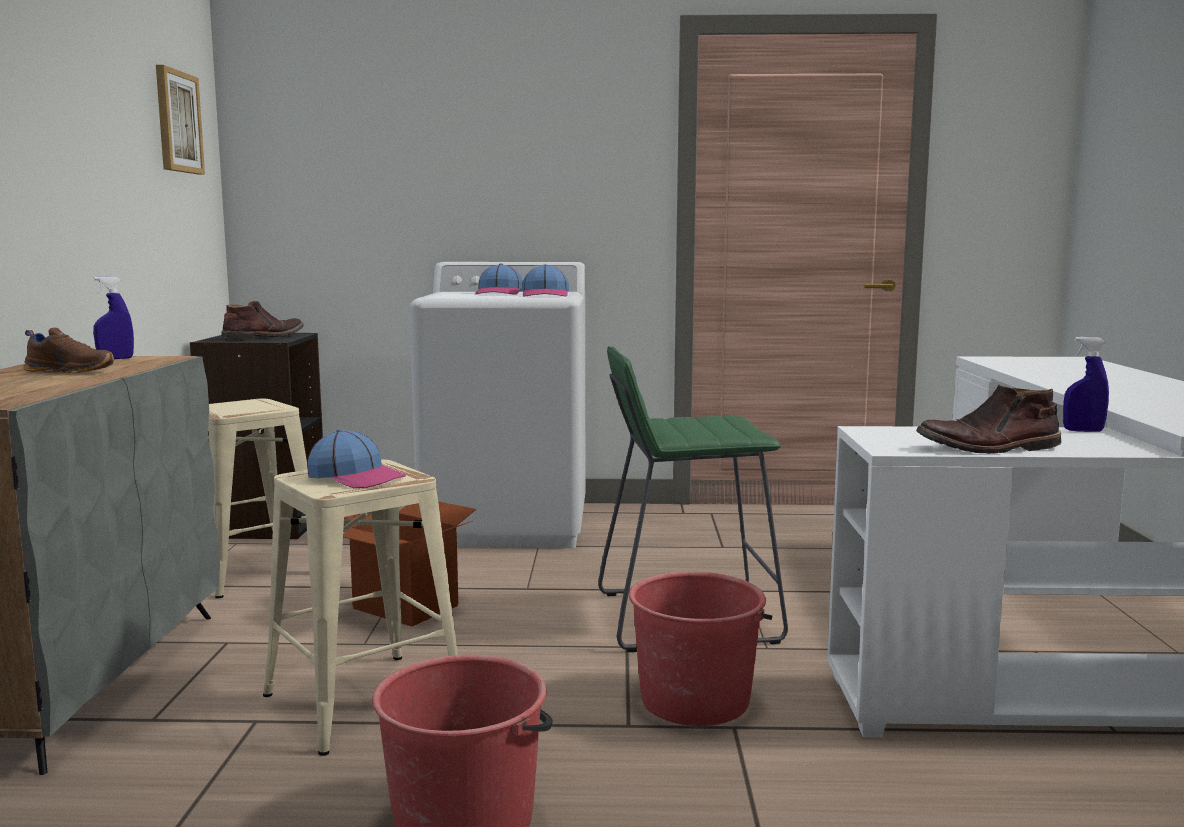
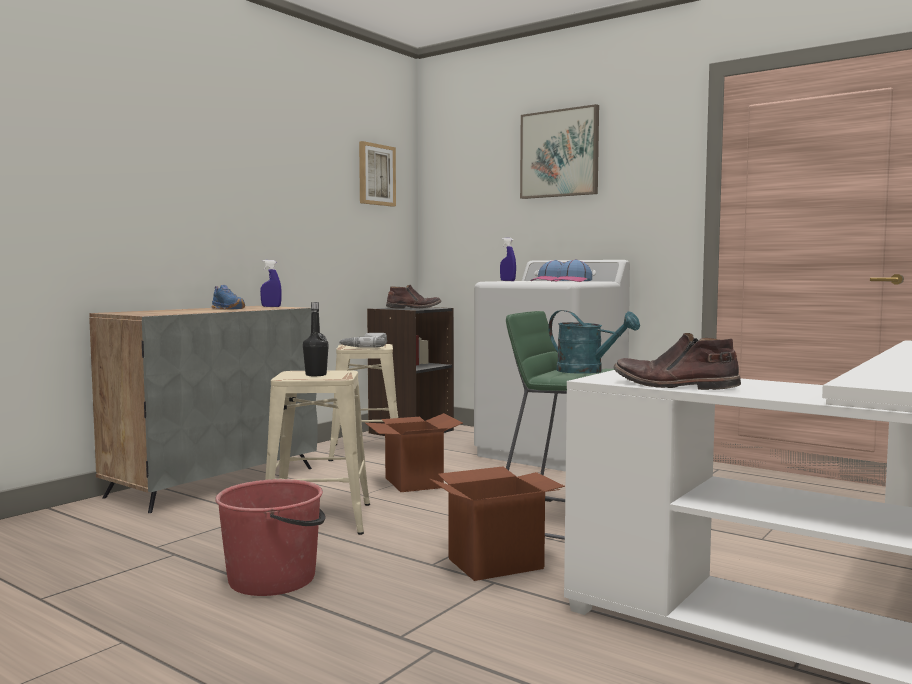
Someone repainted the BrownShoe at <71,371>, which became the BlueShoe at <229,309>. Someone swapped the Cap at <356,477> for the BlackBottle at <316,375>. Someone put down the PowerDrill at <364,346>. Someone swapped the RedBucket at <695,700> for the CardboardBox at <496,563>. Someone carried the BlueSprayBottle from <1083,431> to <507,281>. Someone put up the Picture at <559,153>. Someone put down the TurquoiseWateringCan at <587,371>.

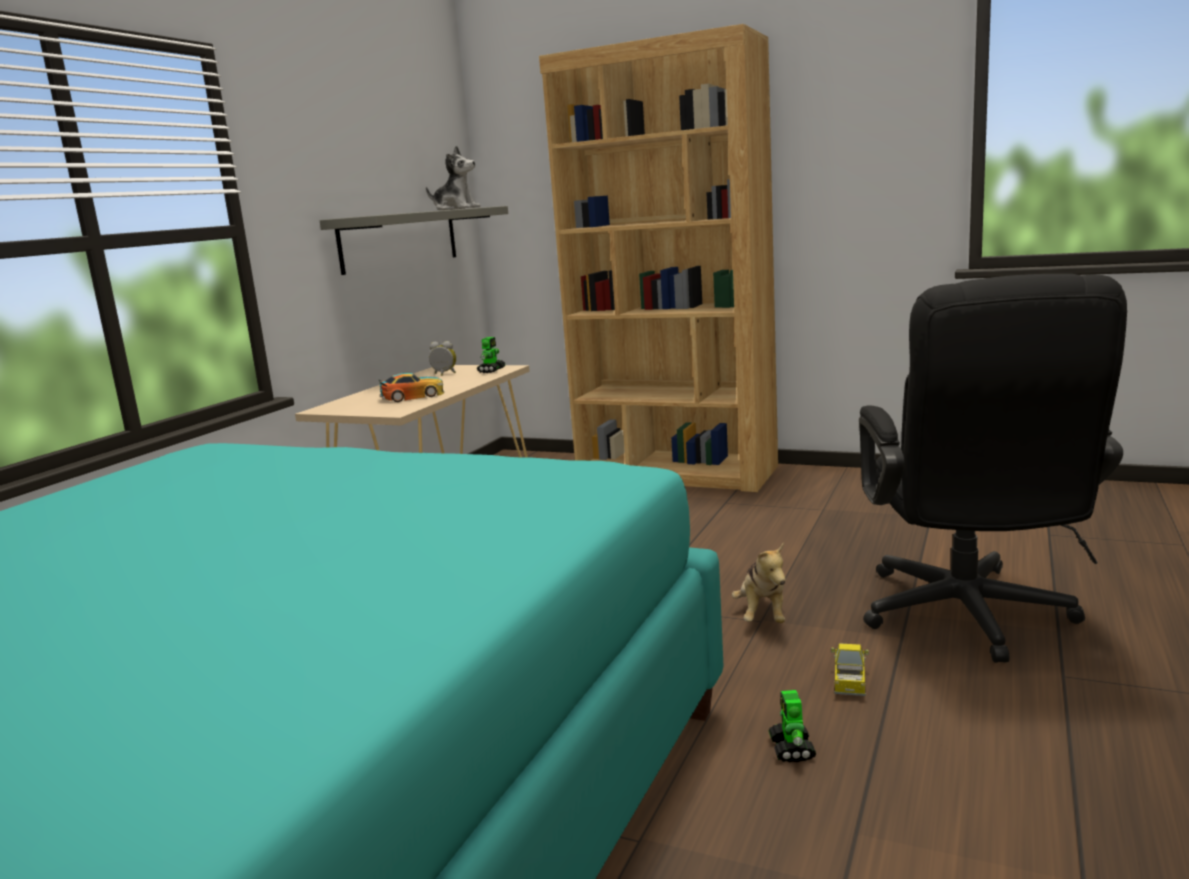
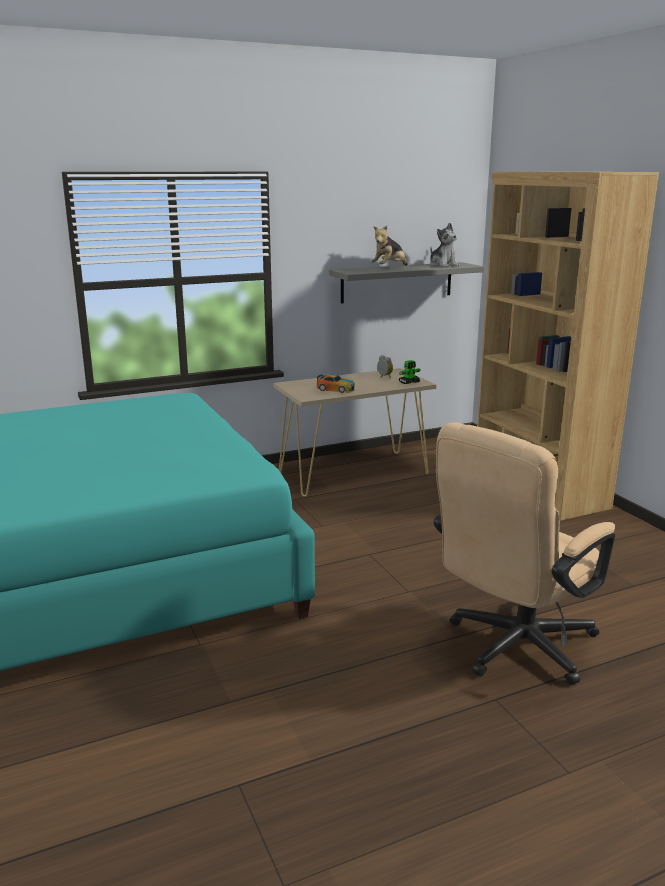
Someone carried the PlushToy from <763,615> to <389,268>. Someone repainted the BlackOfficeChair at <969,620>, which became the BeigeOfficeChair at <513,648>. Someone took away the ToyRobot at <792,749>. Someone took away the ToyTruck at <849,681>.

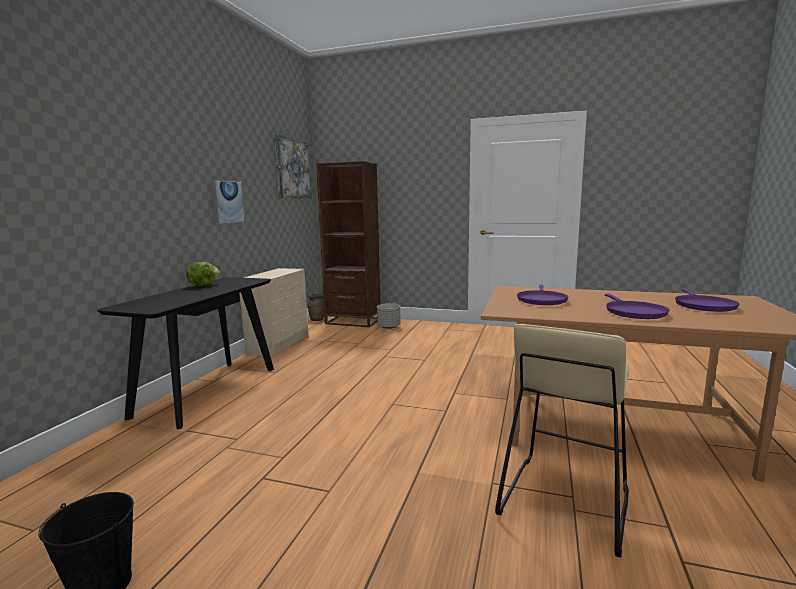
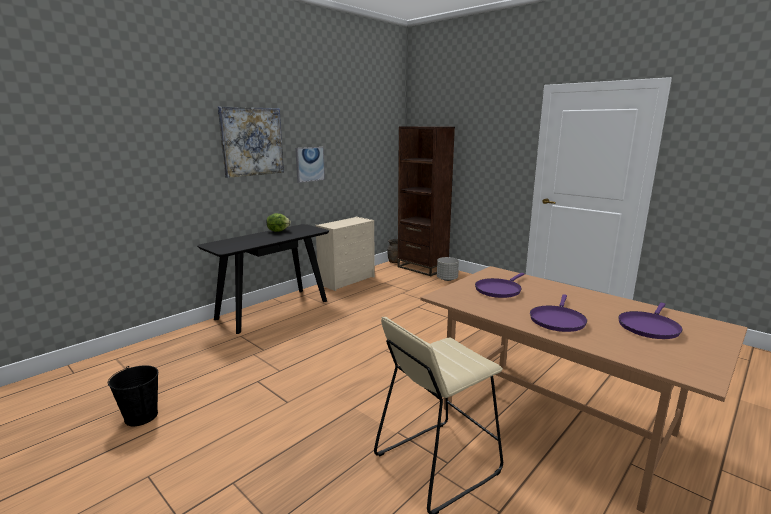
Someone carried the Picture from <292,168> to <252,141>.

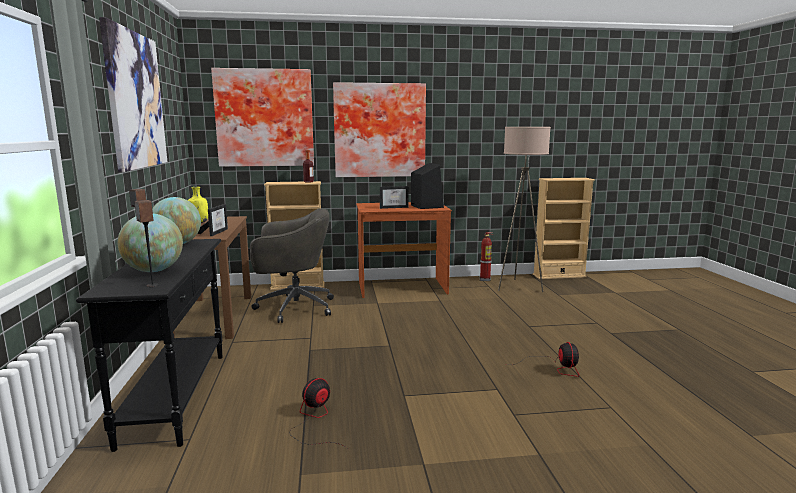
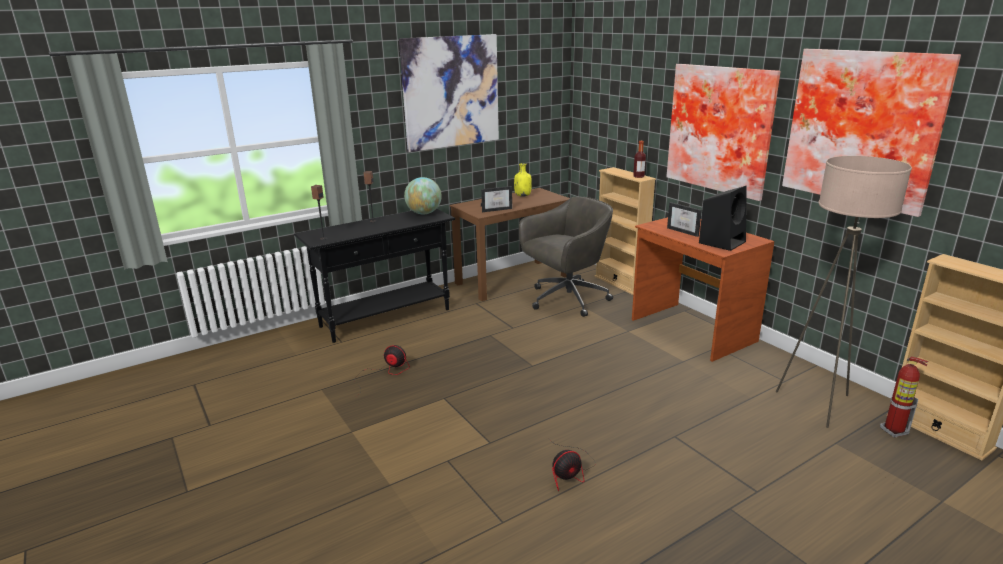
Someone rotated the GreyOfficeChair at <293,308> by 90 degrees counterclockwise. Someone carried the Picture from <265,118> to <864,128>. Someone carried the FireExtinguisher from <485,279> to <894,431>. Someone took away the Globe at <154,271>.

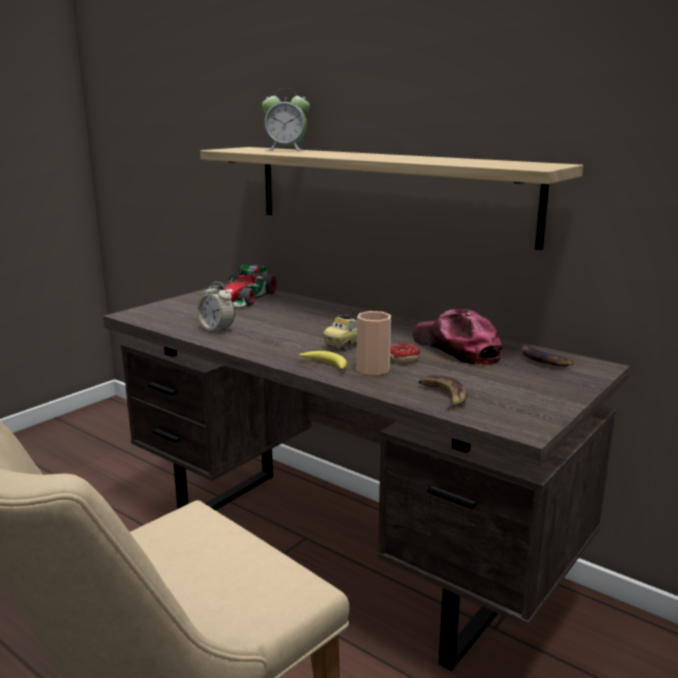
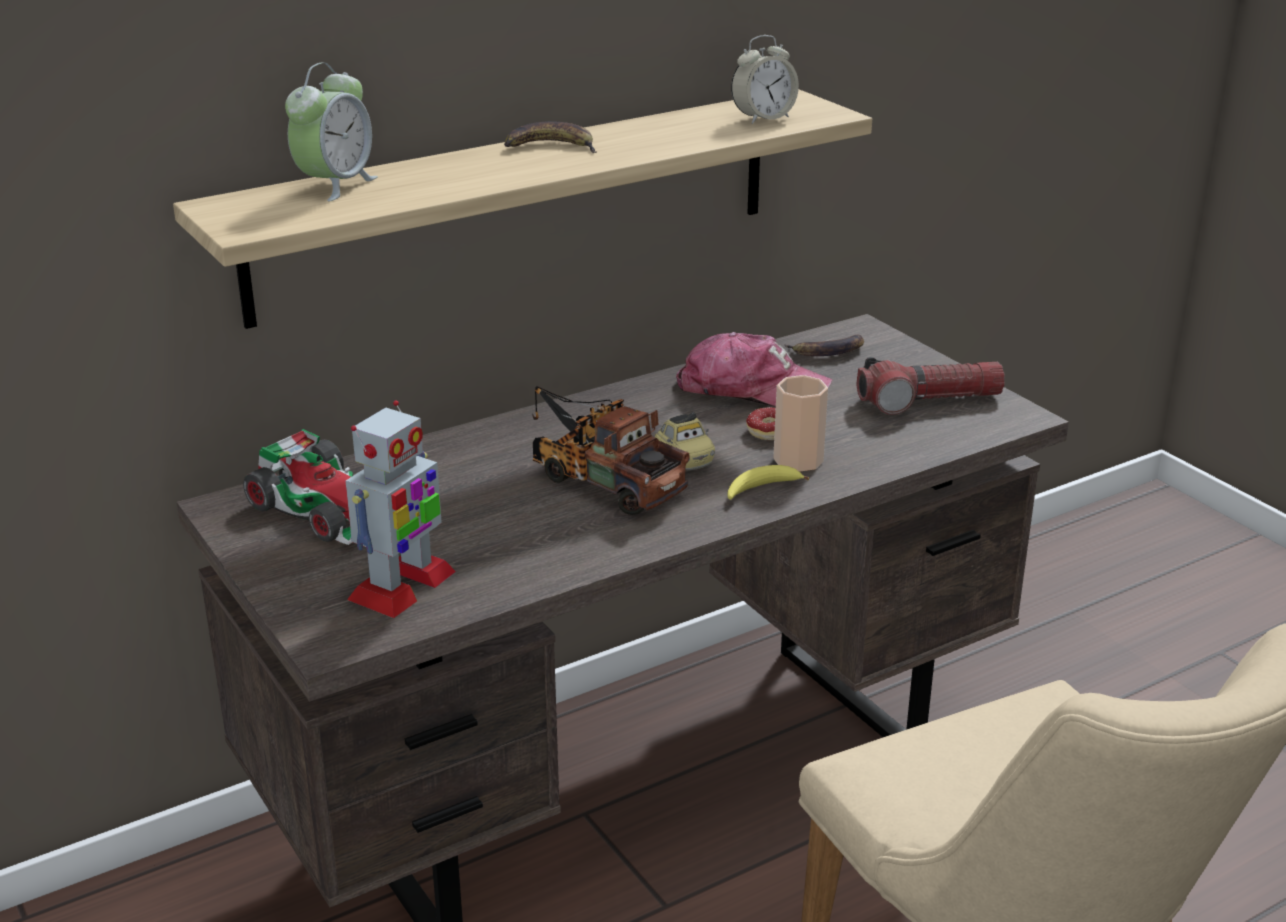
Someone put down the ToyRobot at <402,587>. Someone carried the Banana from <443,396> to <550,147>. Someone put down the ToyTruck at <601,480>. Someone rotated the Cap at <456,349> by 150 degrees counterclockwise. Someone carried the AlarmClock from <216,329> to <763,118>. Someone put down the Flashlight at <929,401>.

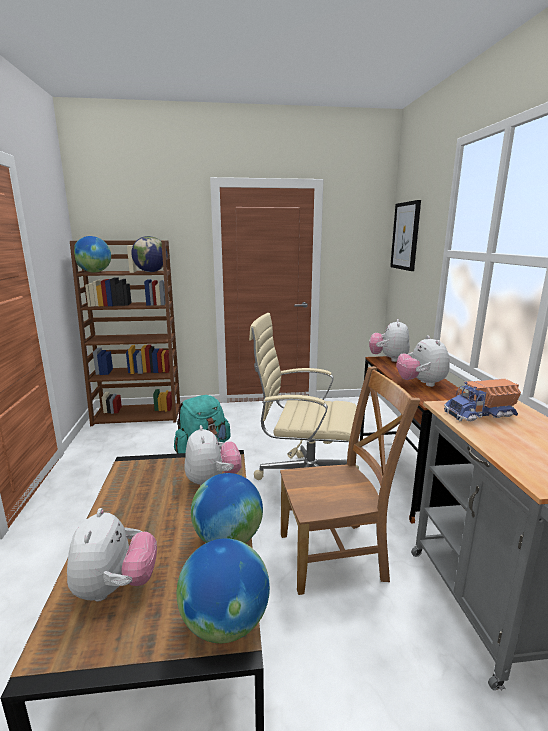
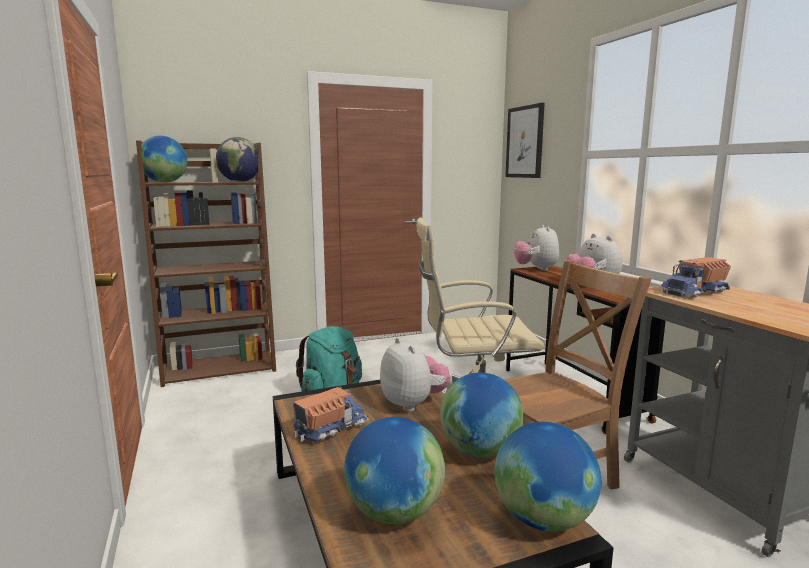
Someone put down the ToyTruck at <330,428>. Someone swapped the PlushToy at <115,588> for the Globe at <394,512>.

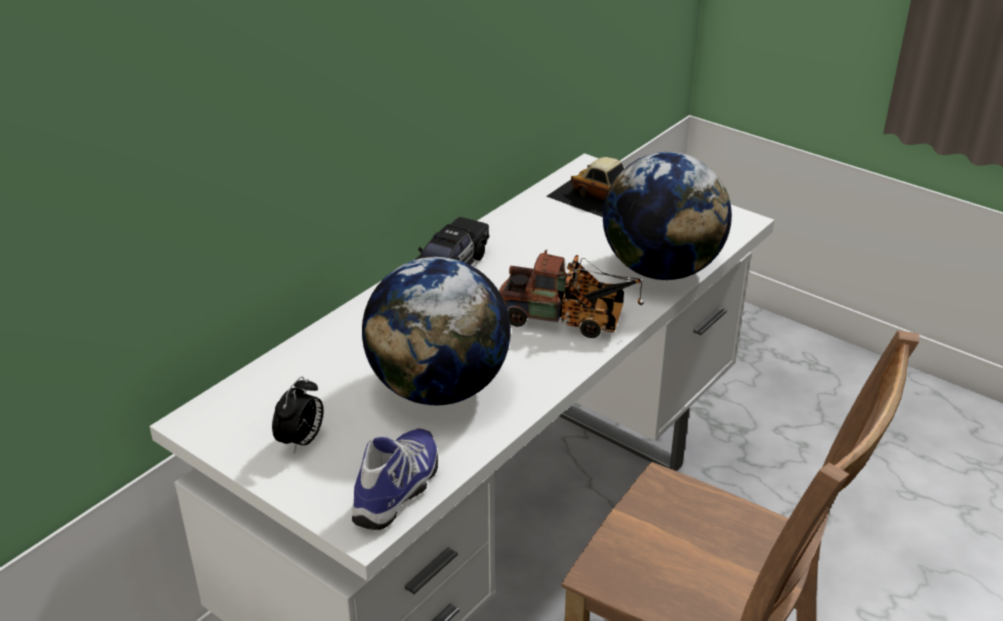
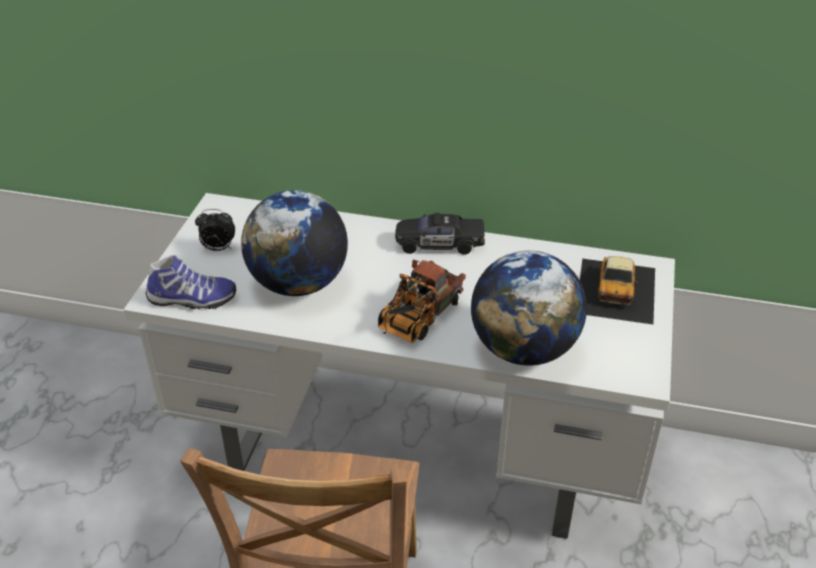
Someone rotated the ToyTruck at <569,319> by 45 degrees clockwise.

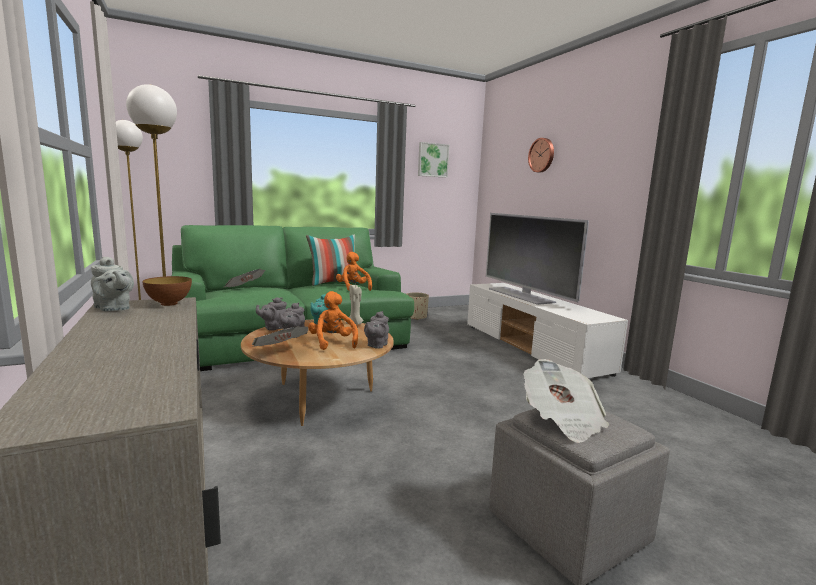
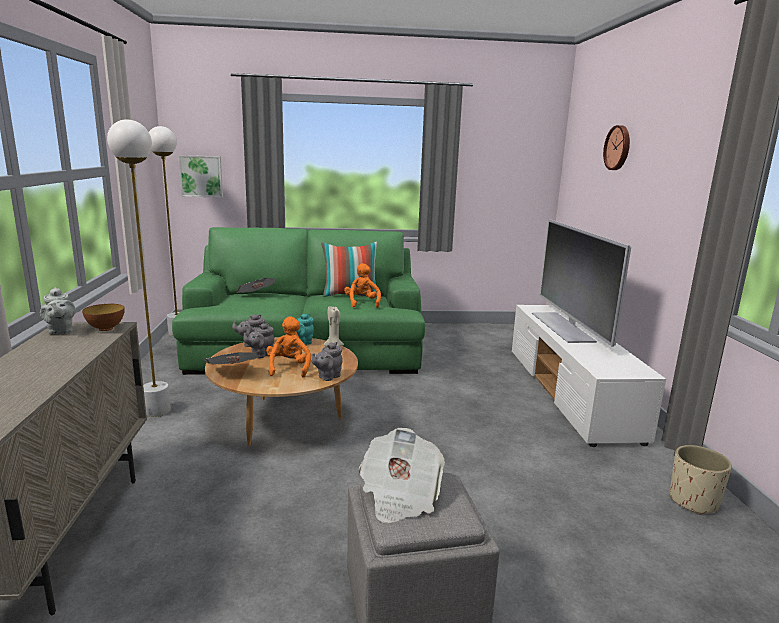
Someone carried the Picture from <432,160> to <201,176>. Someone carried the BeigePlanter from <416,317> to <693,501>.

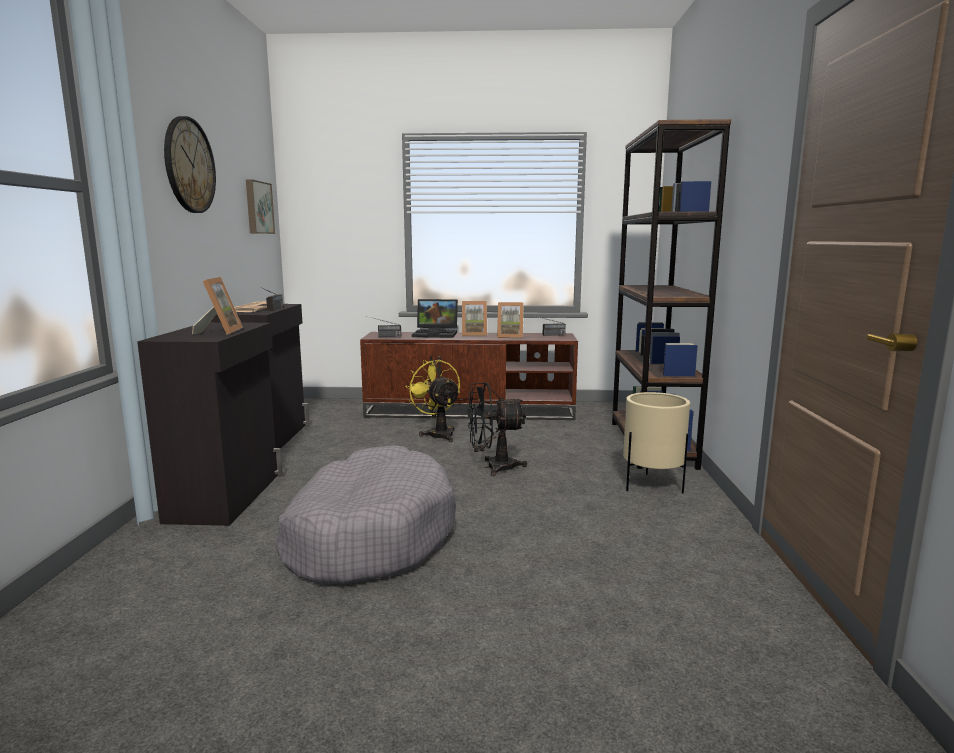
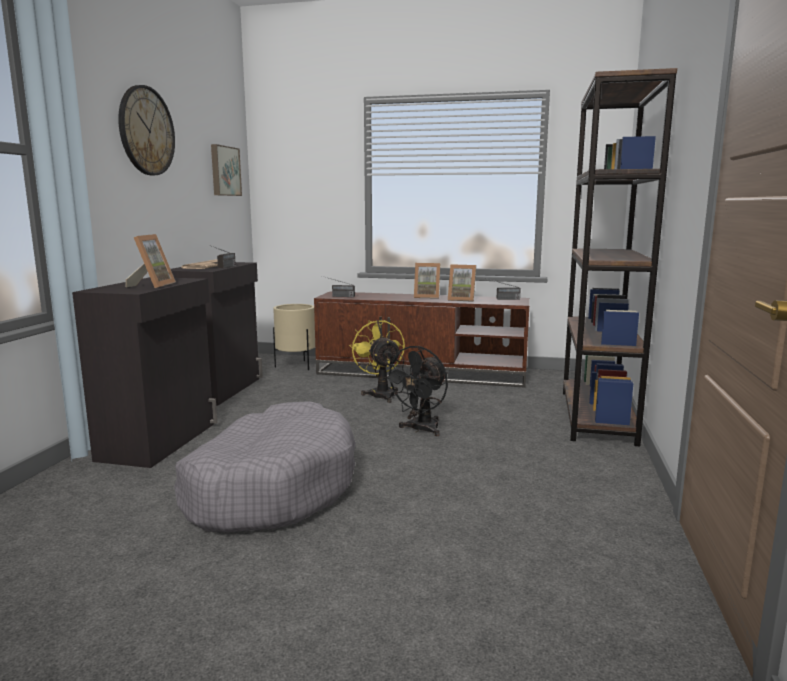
Someone carried the BeigePlanter from <651,485> to <296,366>. Someone rotated the BlackFan at <493,467> by 60 degrees counterclockwise. Someone took away the Laptop at <436,334>.

